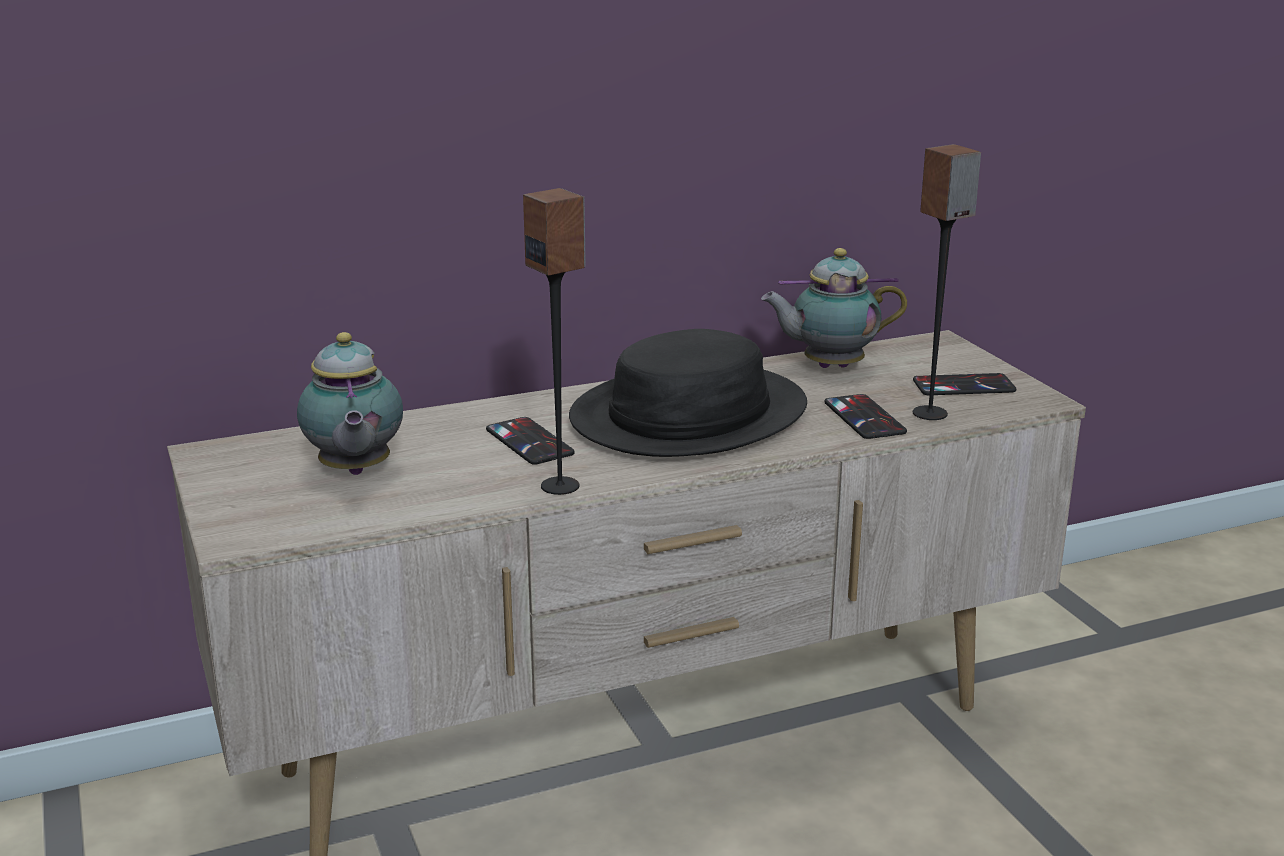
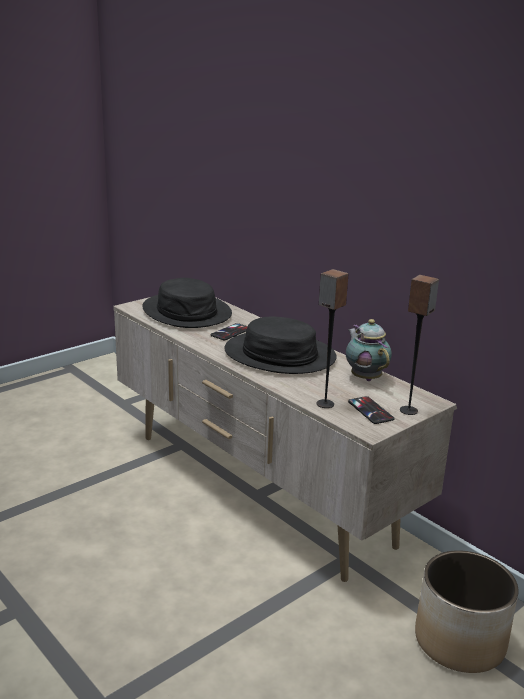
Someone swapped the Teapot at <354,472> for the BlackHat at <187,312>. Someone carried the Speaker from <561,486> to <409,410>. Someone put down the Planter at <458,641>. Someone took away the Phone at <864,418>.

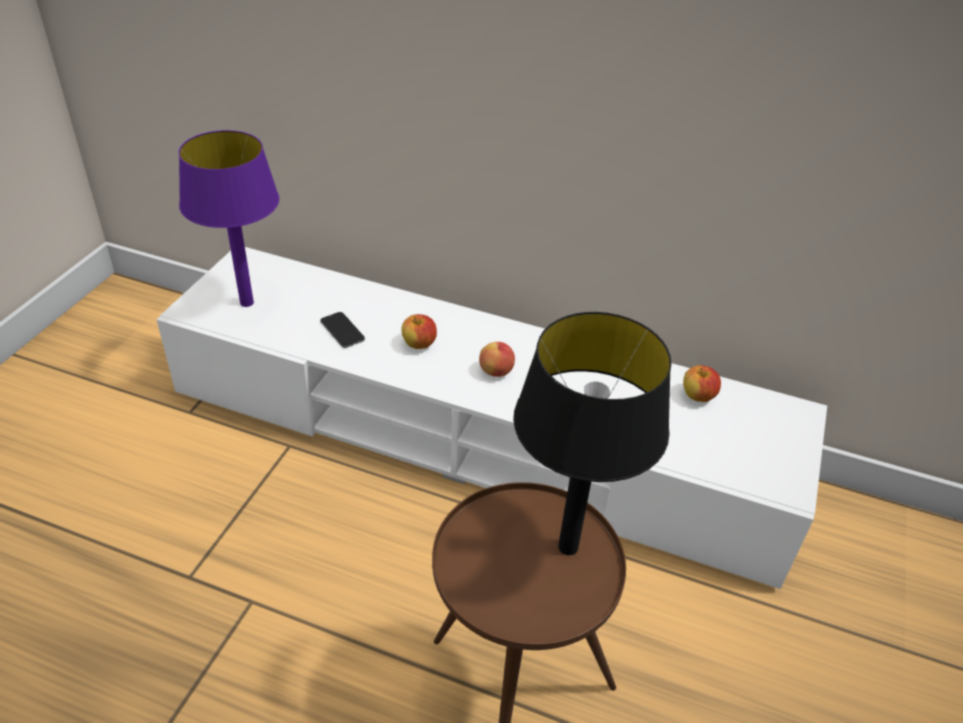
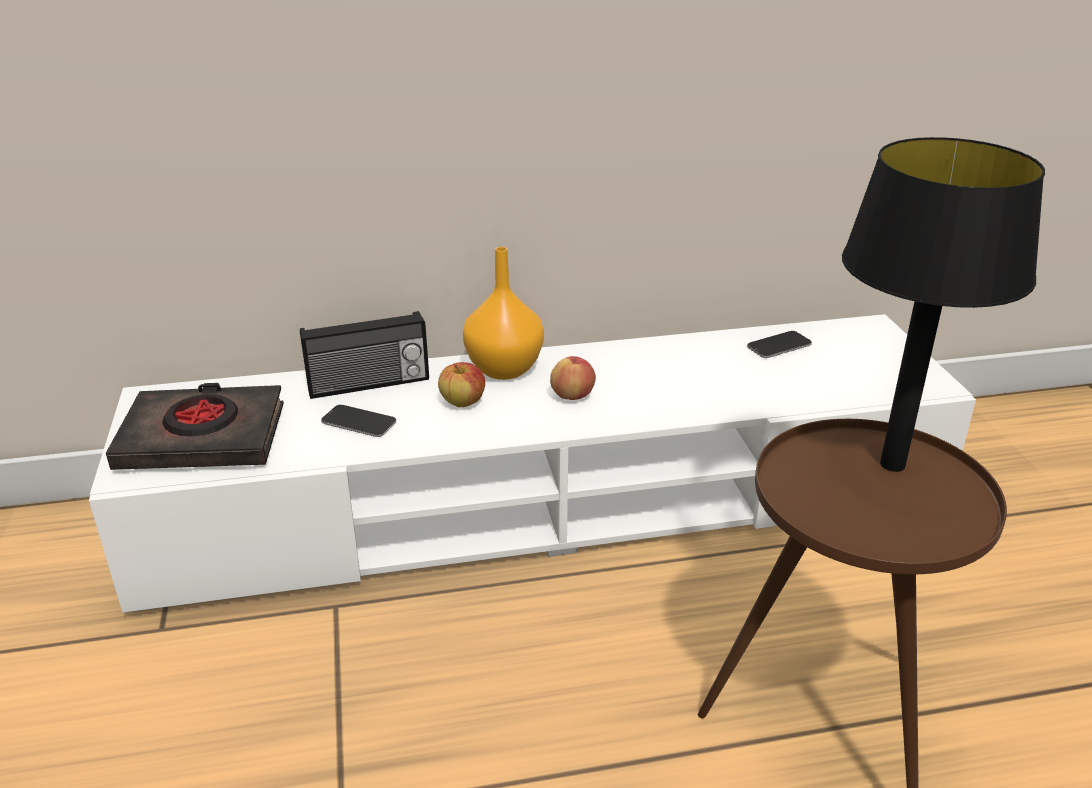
Someone swapped the PurpleTableLamp at <247,302> for the BlackBook at <203,438>. Someone put down the Radio at <369,384>. Someone put down the OrangeVase at <505,368>. Someone swapped the Apple at <697,396> for the Phone at <779,346>.

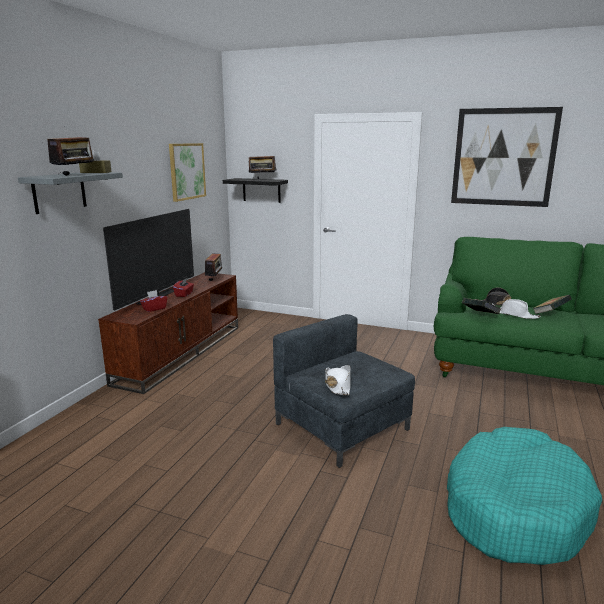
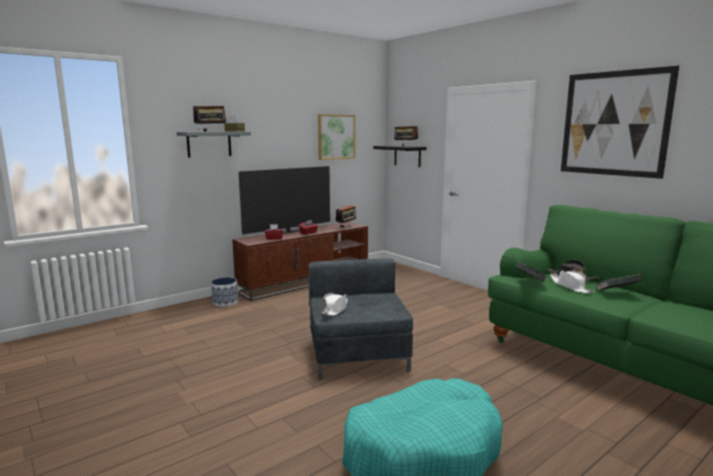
Someone put down the Planter at <225,302>.

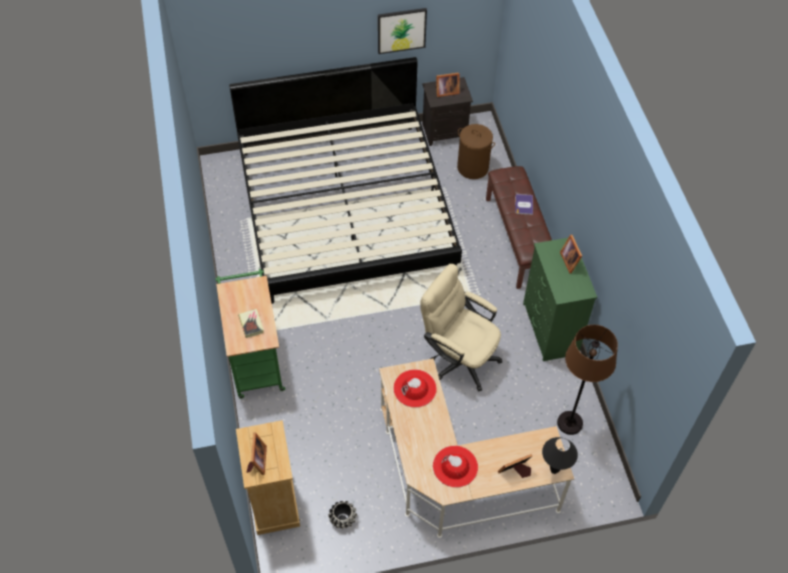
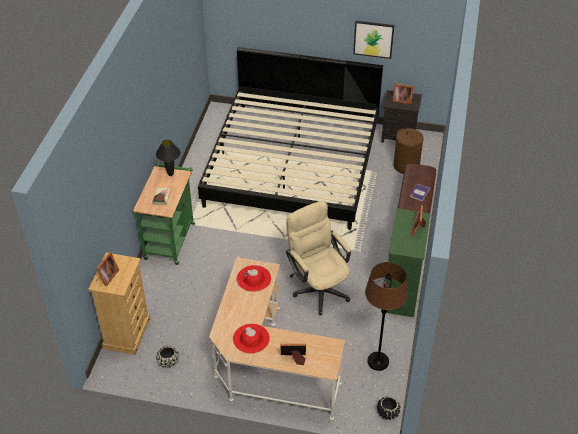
Someone carried the BlackTableLamp from <554,470> to <170,174>. Someone put down the BlackPlanter at <387,413>.

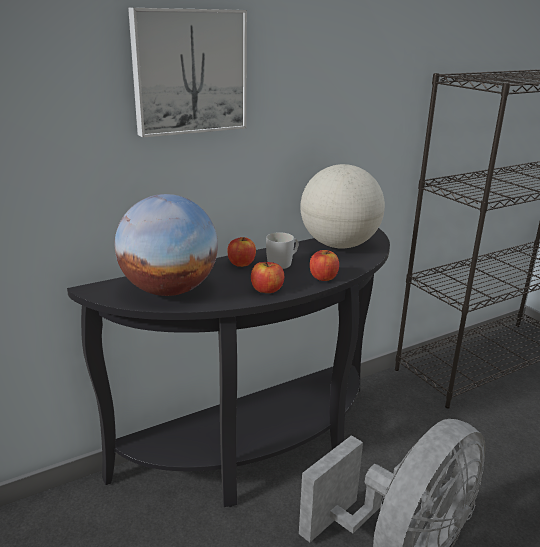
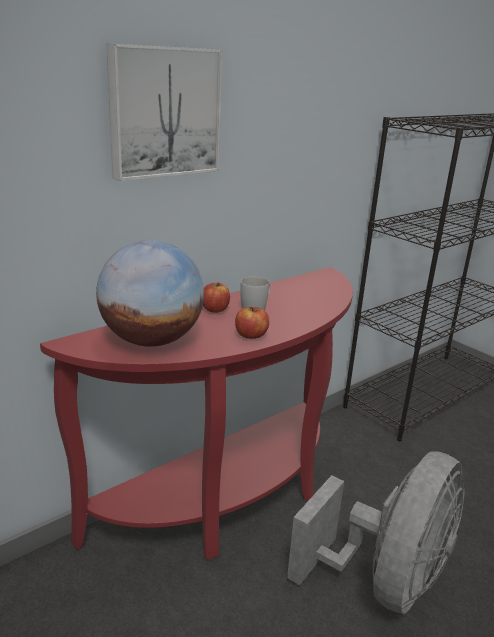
Someone repainted the BlackConsoleTable at <261,451>, which became the RedConsoleTable at <231,499>. Someone took away the Globe at <339,245>. Someone took away the Apple at <323,277>.

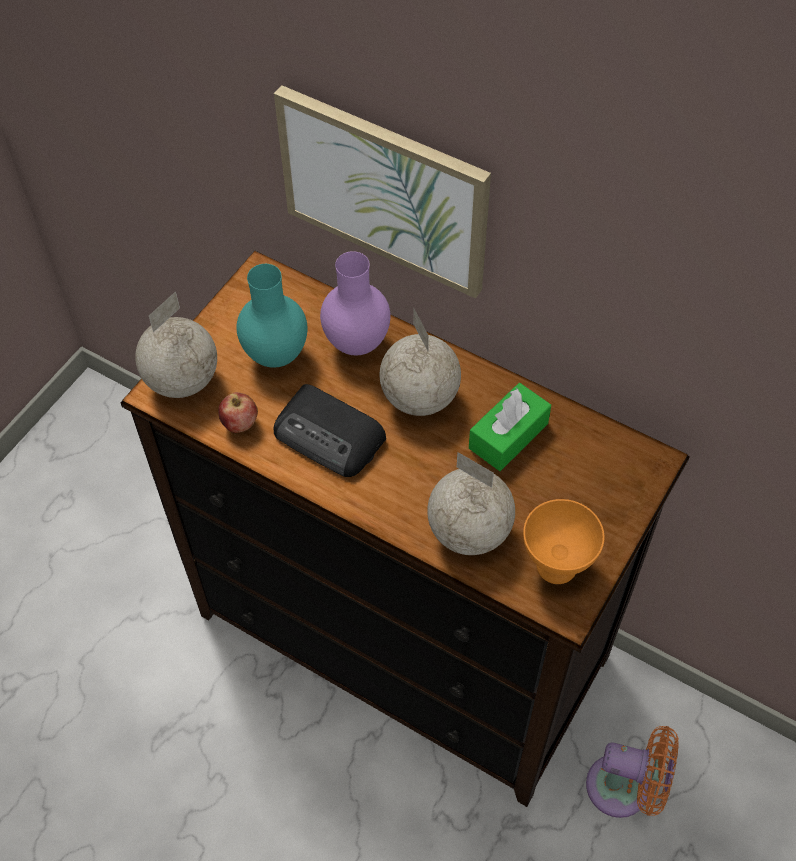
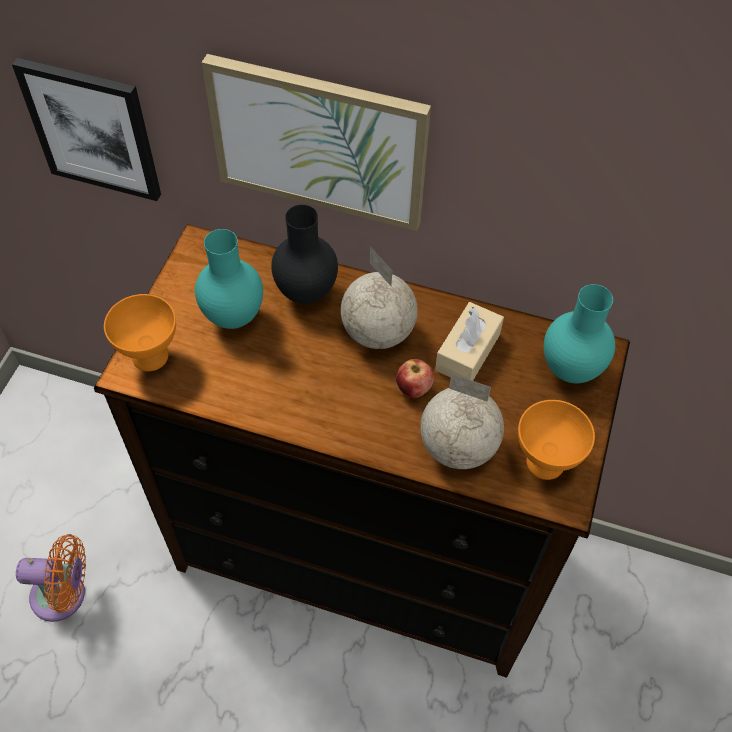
Someone put up the Picture at <93,129>. Someone carried the OrangeFan from <625,788> to <64,595>. Someone swapped the Globe at <181,381> for the OrangeBowl at <149,357>. Someone repainted the PurpleVase at <355,344>, which became the BlackVase at <305,294>. Someone carried the Apple from <240,424> to <413,389>. Someone repainted the GreenTissueBox at <508,436>, which became the BeigeTissueBox at <467,352>. Someone put down the TurquoiseVase at <569,369>. Someone took away the Radio at <330,436>.

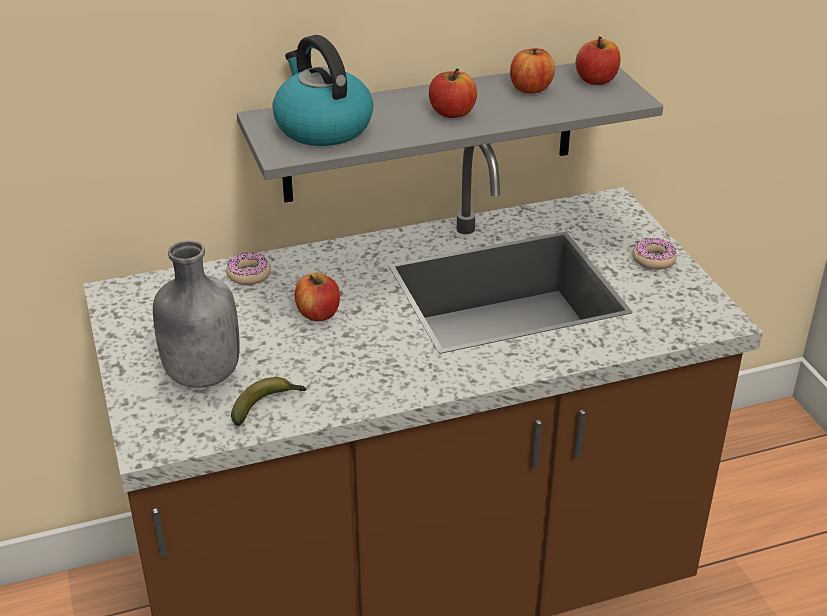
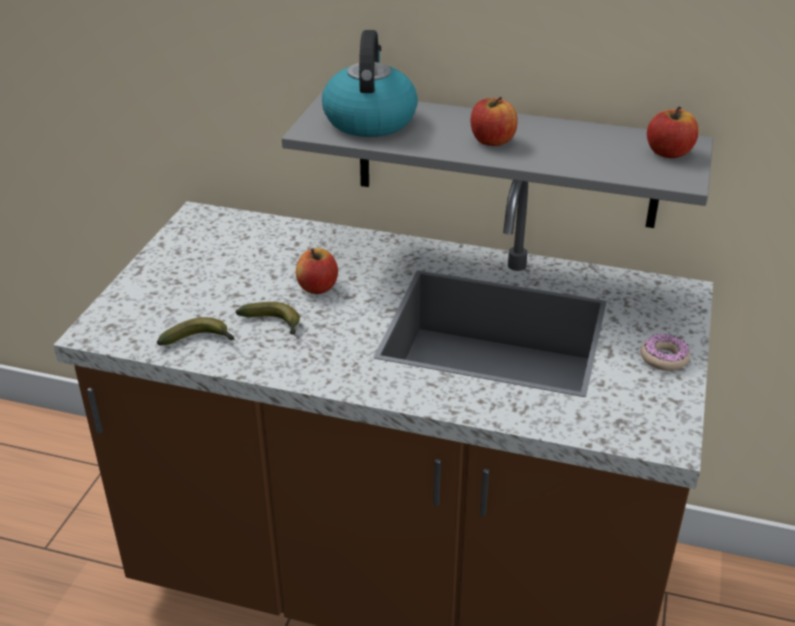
Someone put down the Banana at <274,324>. Someone took away the GreyBottle at <201,375>. Someone took away the Donut at <249,274>. Someone took away the Apple at <530,89>.

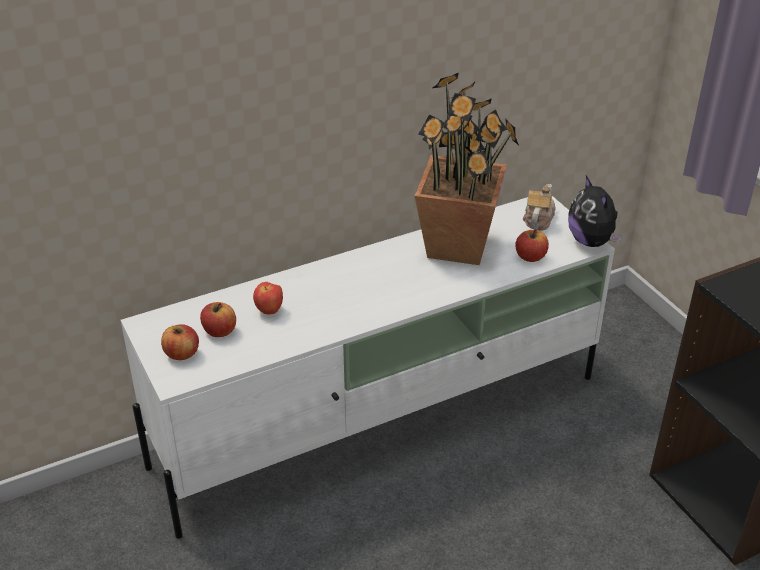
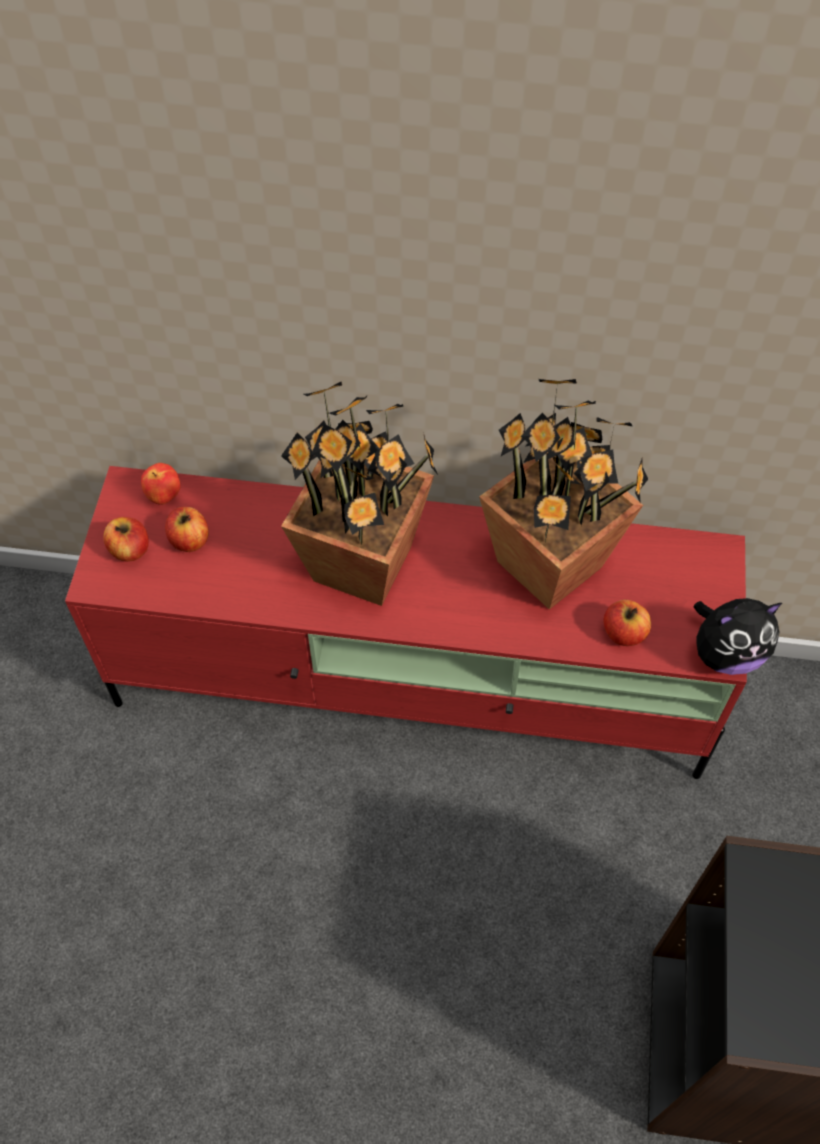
Someone repainted the WhiteTvStand at <381,420>, which became the RedTvStand at <414,688>. Someone carried the Apple from <269,311> to <164,496>. Someone put down the PottedPlant at <364,564>. Someone rotated the PlushToy at <591,241> by 120 degrees counterclockwise. Someone took away the Teapot at <538,219>.

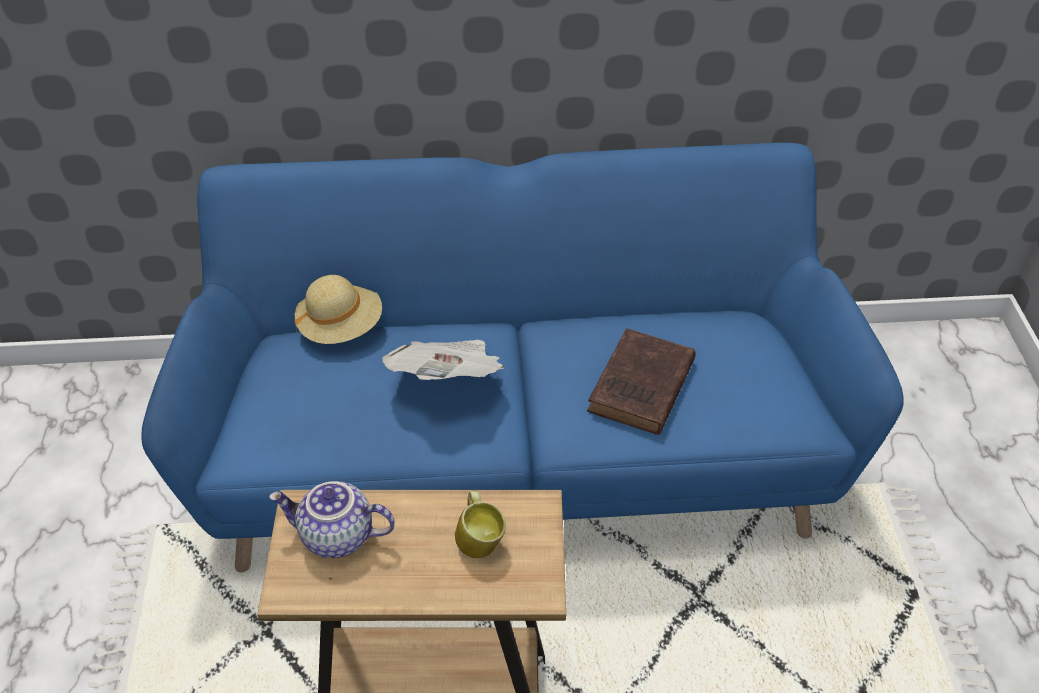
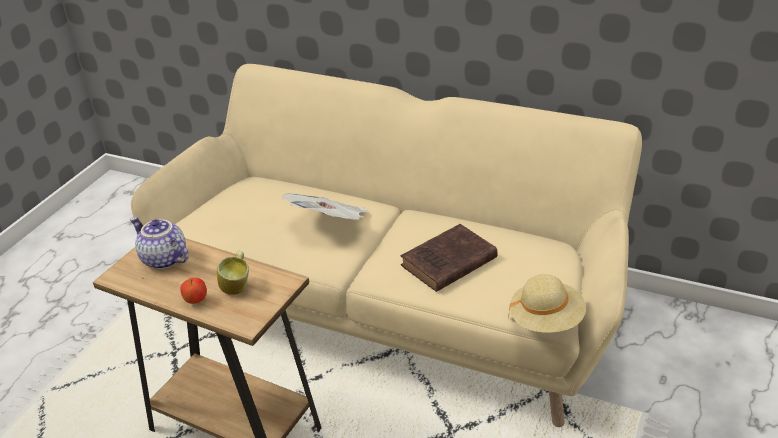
Someone repainted the BlueSofa at <519,450>, which became the BeigeSofa at <393,307>. Someone put down the Apple at <195,300>. Someone carried the BeigeHat from <340,326> to <546,320>.

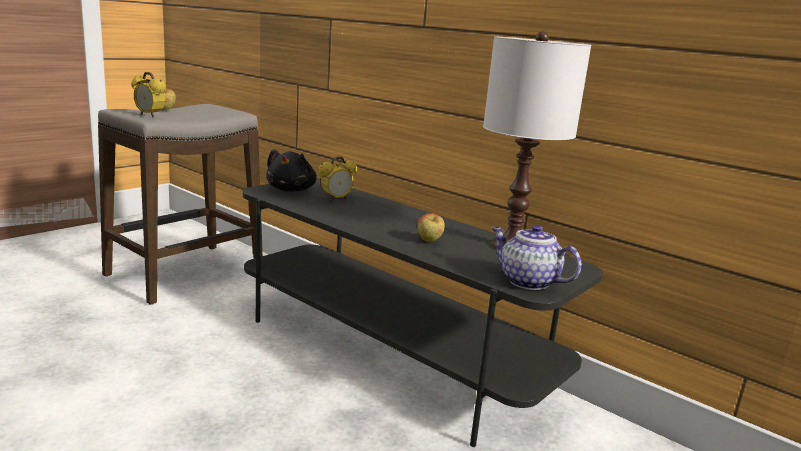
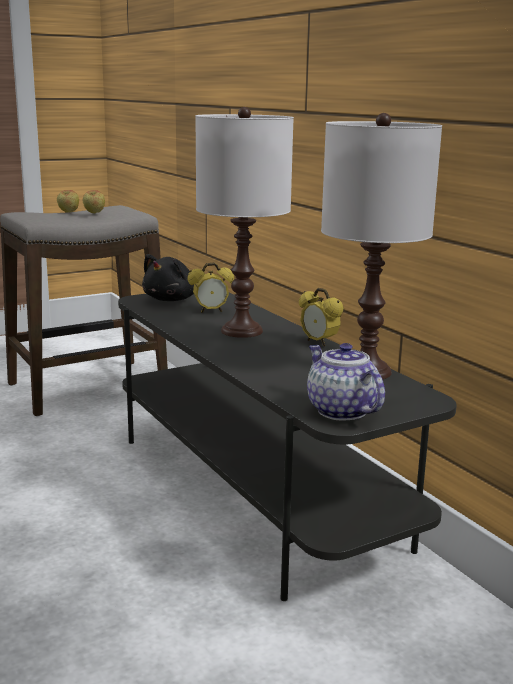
Someone carried the Apple from <429,241> to <94,213>. Someone put down the WhiteTableLamp at <241,331>. Someone carried the AlarmClock from <150,116> to <319,342>.

